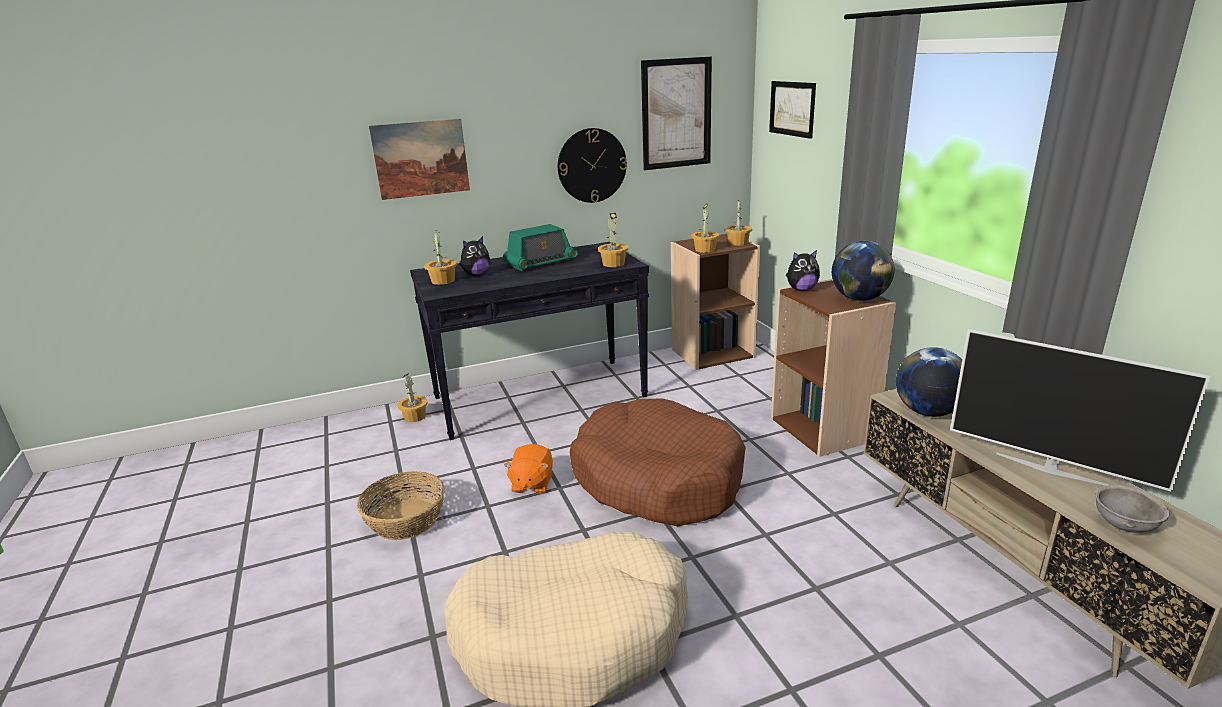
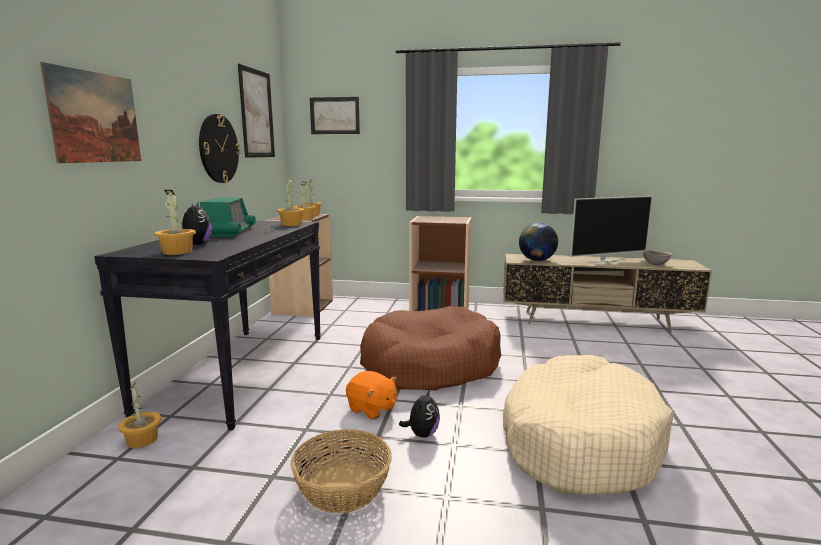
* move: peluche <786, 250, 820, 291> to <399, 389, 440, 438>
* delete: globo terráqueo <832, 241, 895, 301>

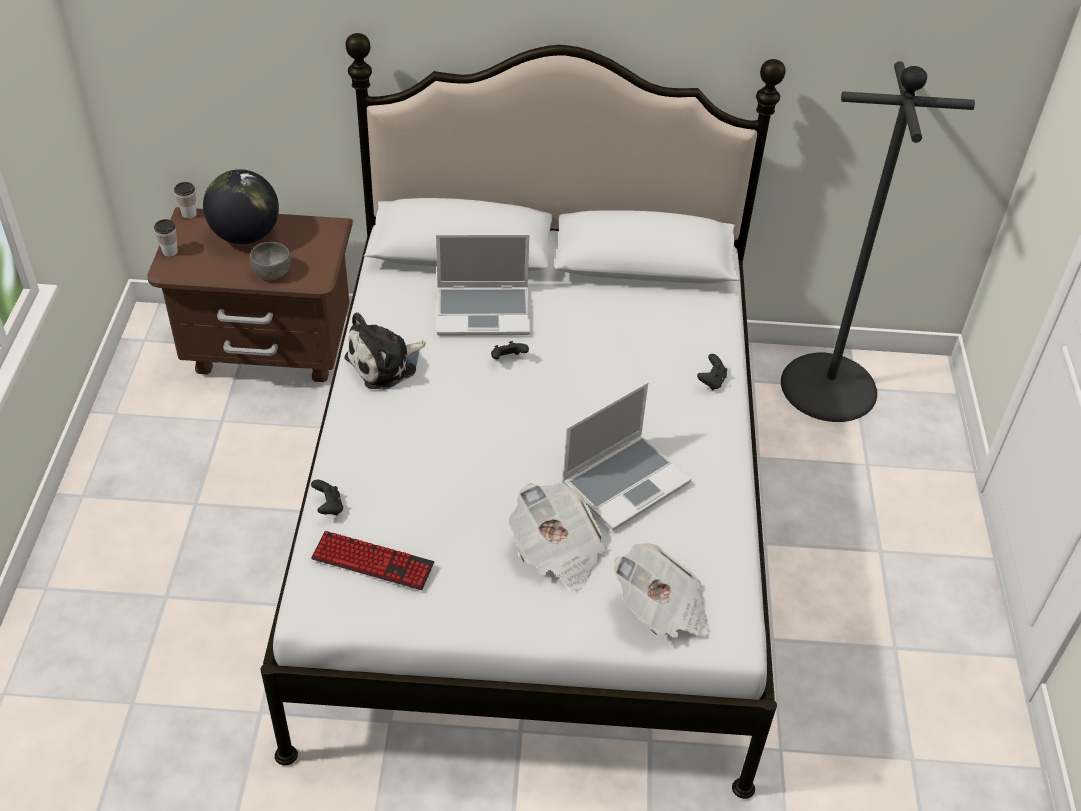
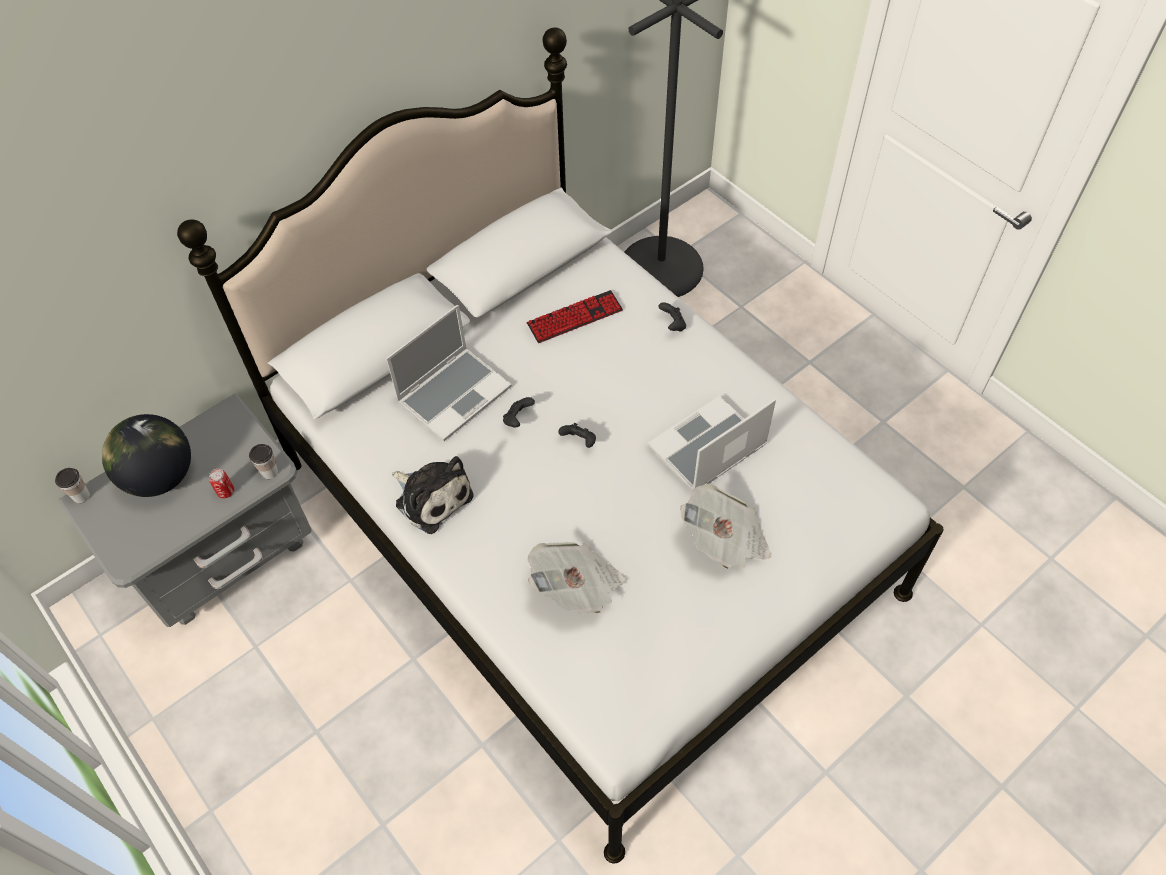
* recolor: mesita de noche/marrón <148, 207, 353, 382> to mesita de noche/gris <58, 393, 312, 627>
* replace: cuenco/gris <250, 242, 291, 280> to lata <209, 469, 234, 499>
* move: taza <154, 219, 178, 257> to <249, 444, 278, 479>
* rotate: peluche <344, 312, 426, 390> = <392, 456, 474, 534> 60 degrees counterclockwise
* move: teclado <311, 531, 434, 590> to <527, 290, 623, 343>
* move: periódico <614, 543, 710, 638> to <527, 542, 626, 614>
* move: mando de consola/negro <311, 480, 343, 515> to <558, 423, 596, 448>
* rotate: portátil <562, 382, 691, 530> = <648, 396, 776, 491> 135 degrees counterclockwise

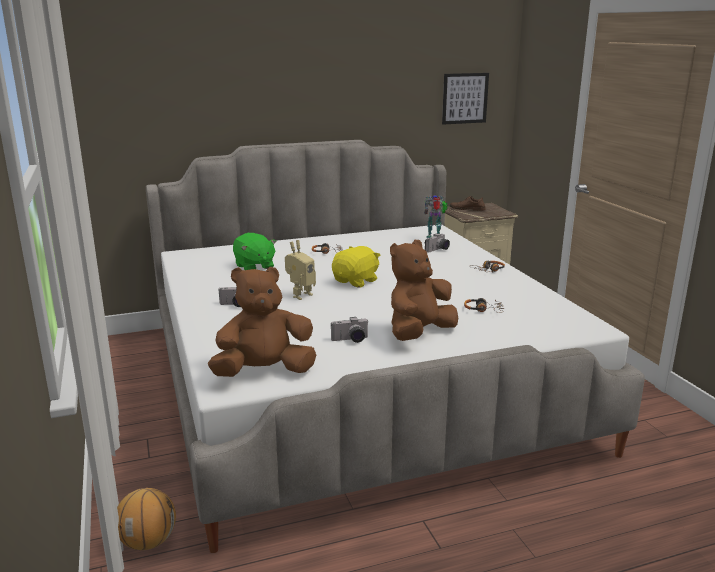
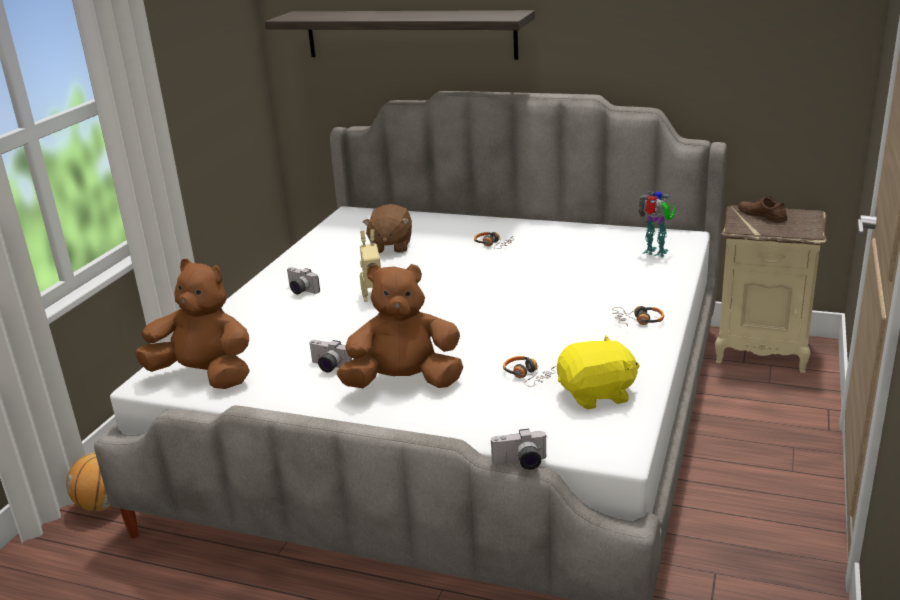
* insert: estante <265, 10, 535, 60>
* recolor: peluche/verde <233, 233, 276, 270> to peluche/marrón <363, 204, 412, 253>
* move: cámara <425, 233, 450, 253> to <490, 429, 548, 470>
* move: peluche/amarillo <332, 246, 380, 288> to <557, 335, 640, 410>
* delete: cuadro <442, 73, 489, 125>

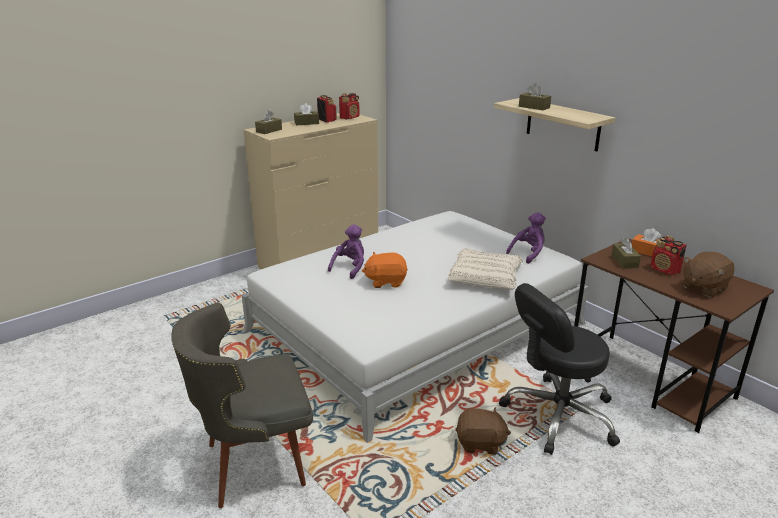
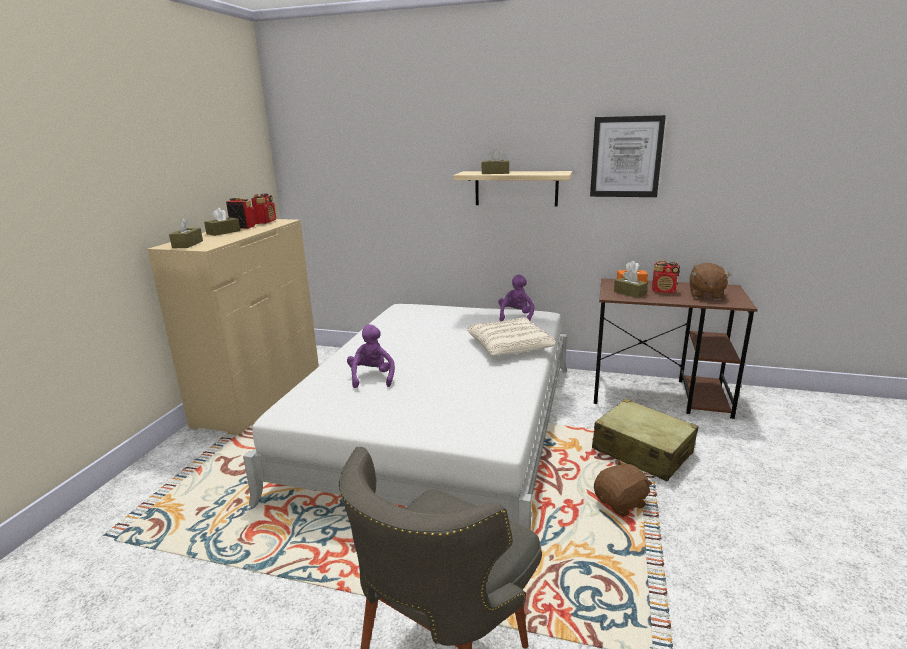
* insert: cuadro <590, 115, 666, 197>
* replace: silla de oficina/negro <499, 283, 620, 455> to maleta/beis <592, 399, 698, 481>
* delete: peluche/naranja <362, 252, 408, 288>

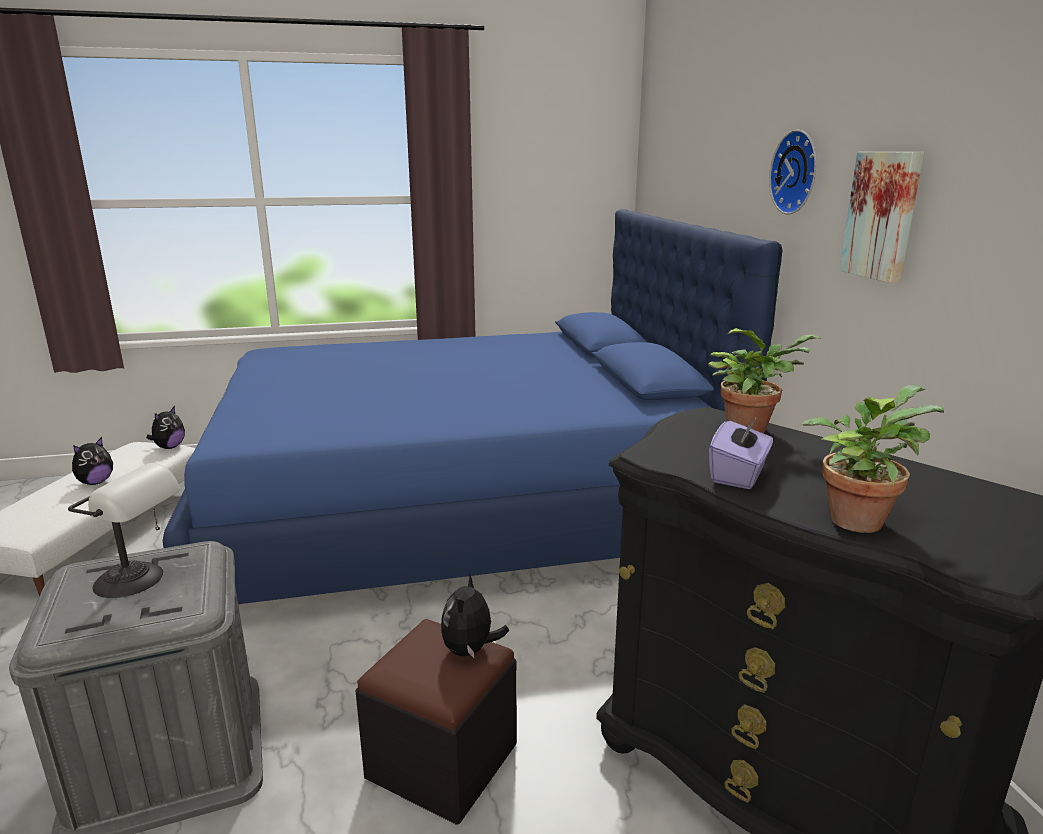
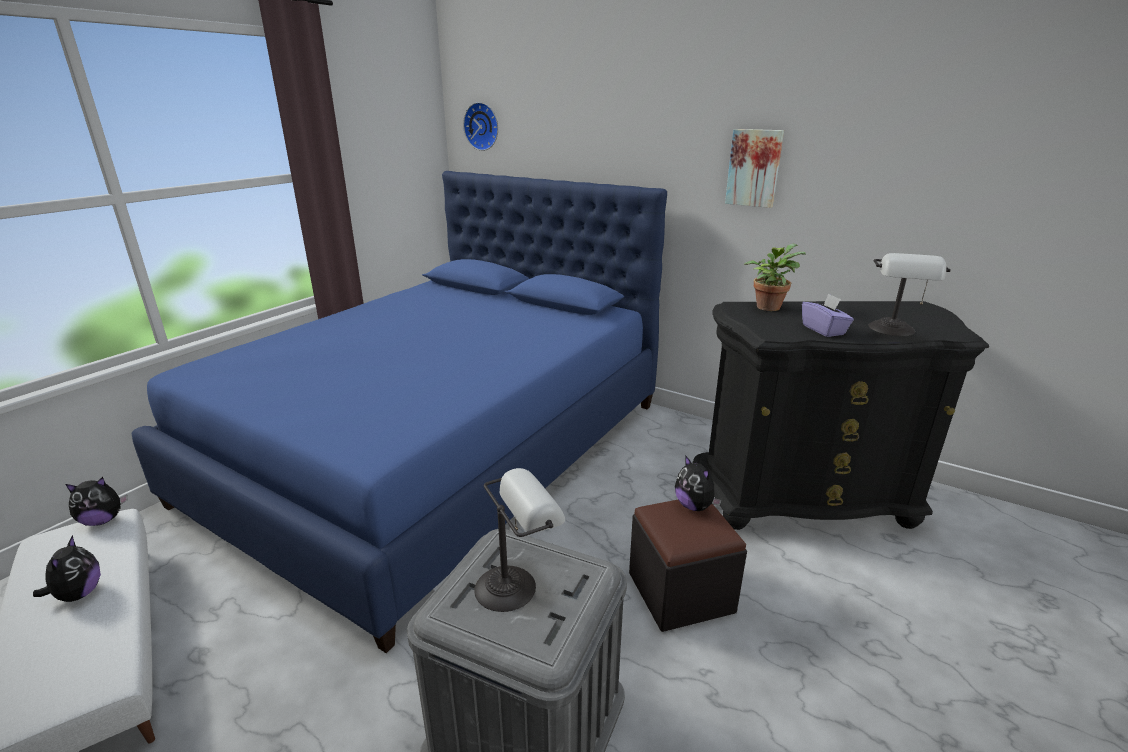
* rotate: peluche <147, 406, 185, 449> = <65, 477, 128, 526> 90 degrees clockwise
* move: reloj de pared <769, 130, 817, 215> to <463, 102, 498, 151>
* replace: planta en maceta <802, 384, 944, 533> to lámpara de mesa <869, 253, 951, 336>

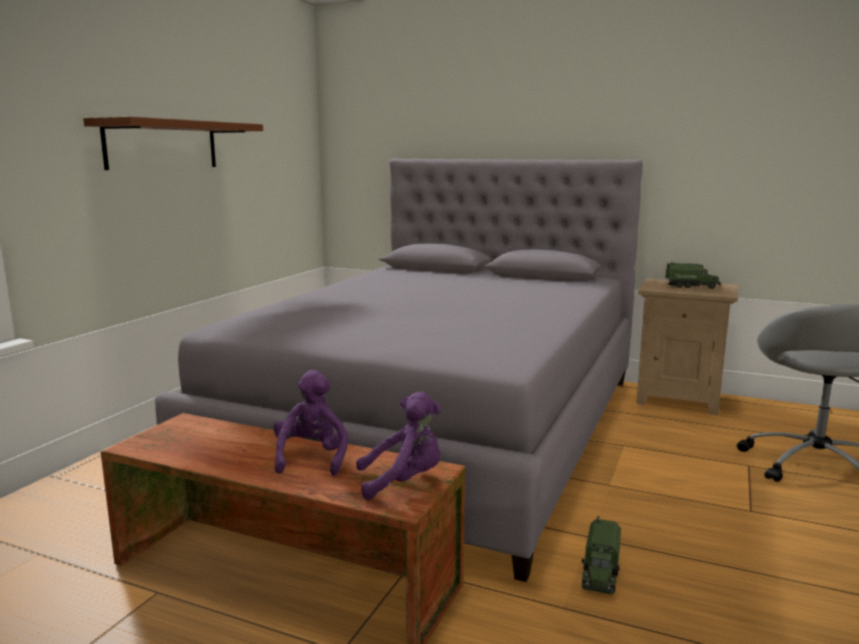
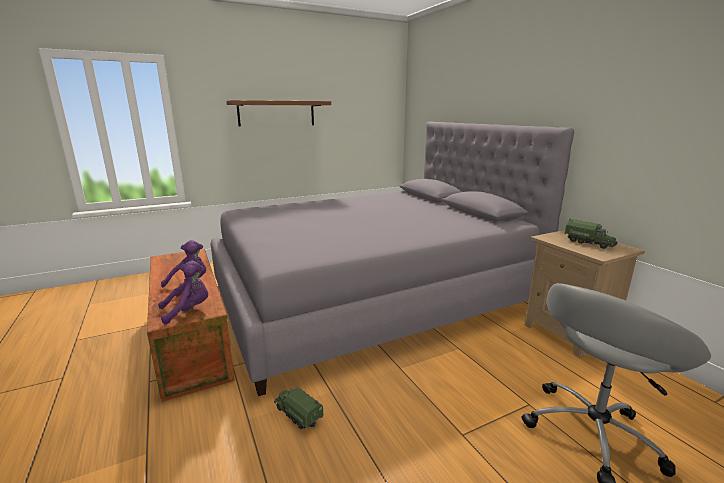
* rotate: peluche/morado <356, 392, 441, 500> = <158, 261, 208, 324> 60 degrees counterclockwise
* rotate: camión de juguete <582, 516, 621, 594> = <274, 388, 324, 429> 75 degrees clockwise

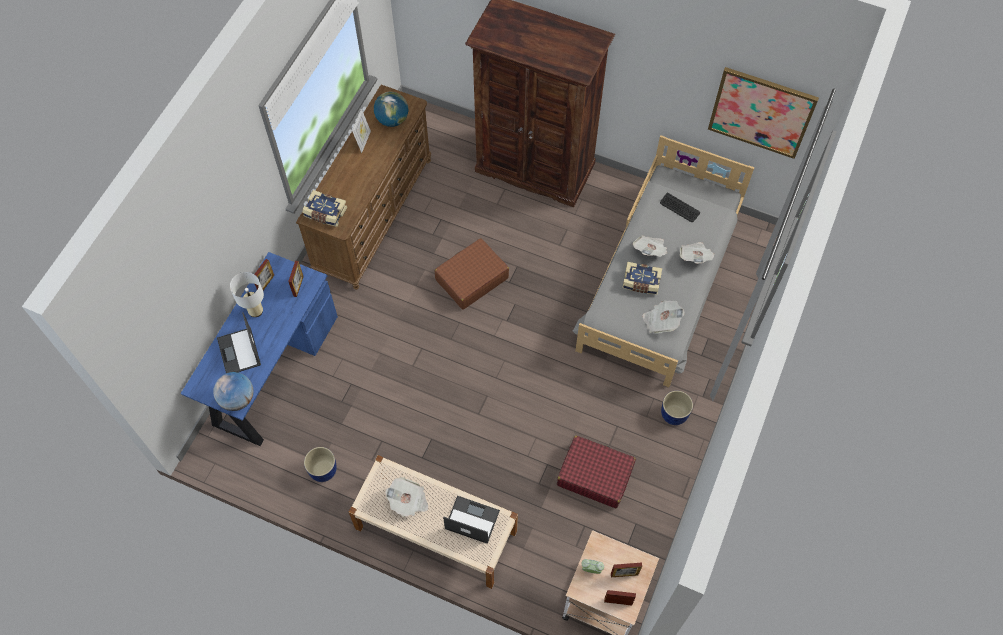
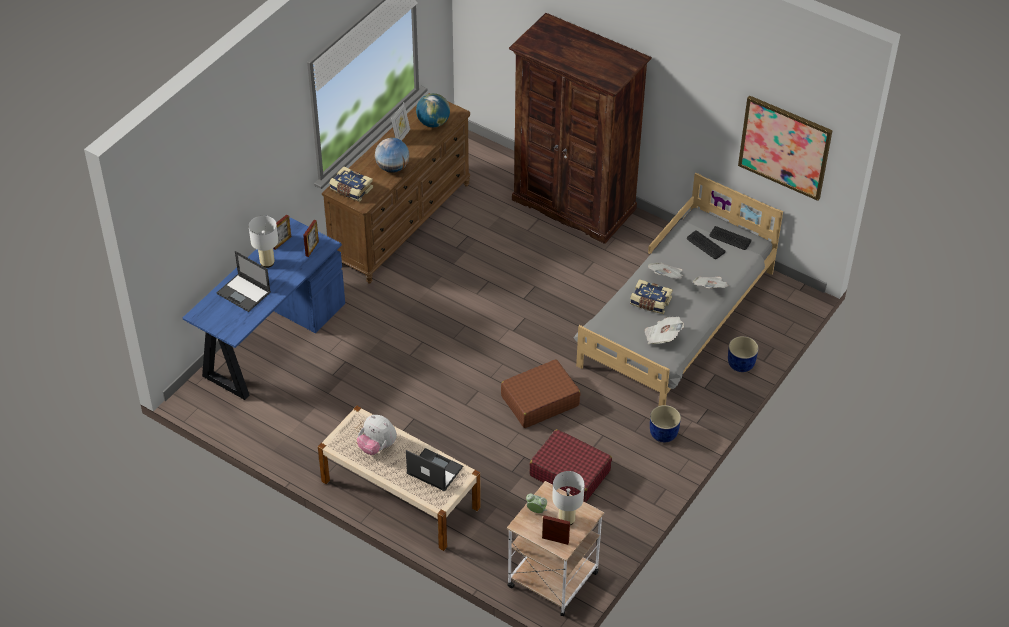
* rotate: portátil <217, 312, 261, 373> = <217, 251, 271, 312> 45 degrees counterclockwise
* replace: periódico <385, 477, 429, 517> to peluche <357, 415, 397, 455>
* move: globo terráqueo <213, 372, 253, 411> to <375, 138, 410, 173>
* move: maleta/marrón <435, 238, 509, 310> to <501, 359, 580, 428>
* replace: portarretratos <611, 563, 642, 577> to lámpara de mesa/blanco <552, 471, 584, 525>
* insert: teclado <710, 226, 751, 250>
* move: maceta/azul <304, 447, 337, 482> to <728, 336, 759, 372>

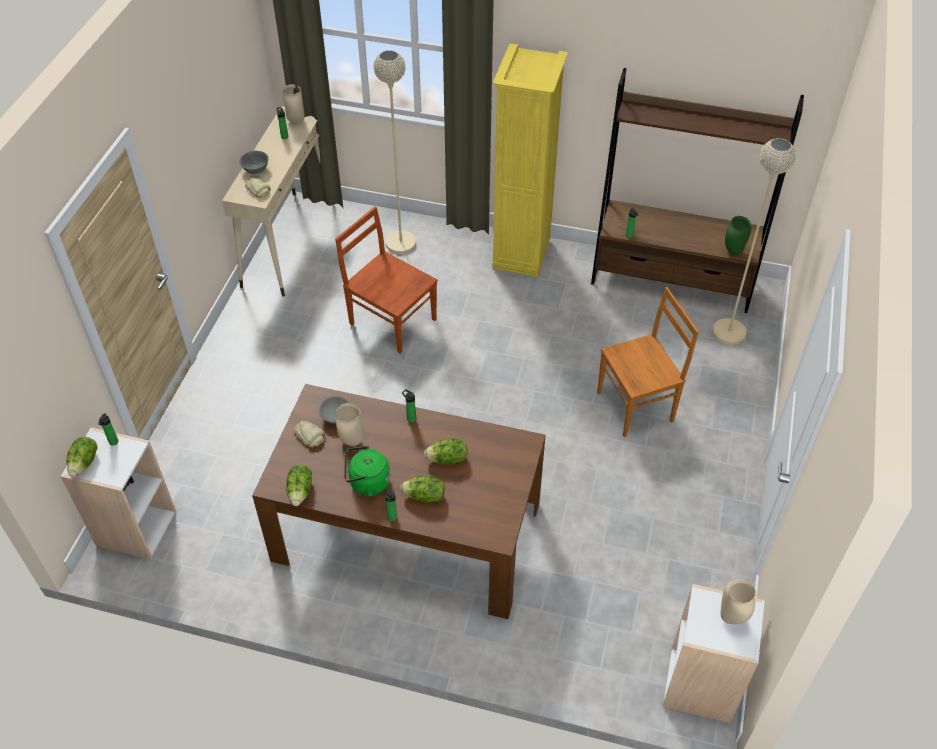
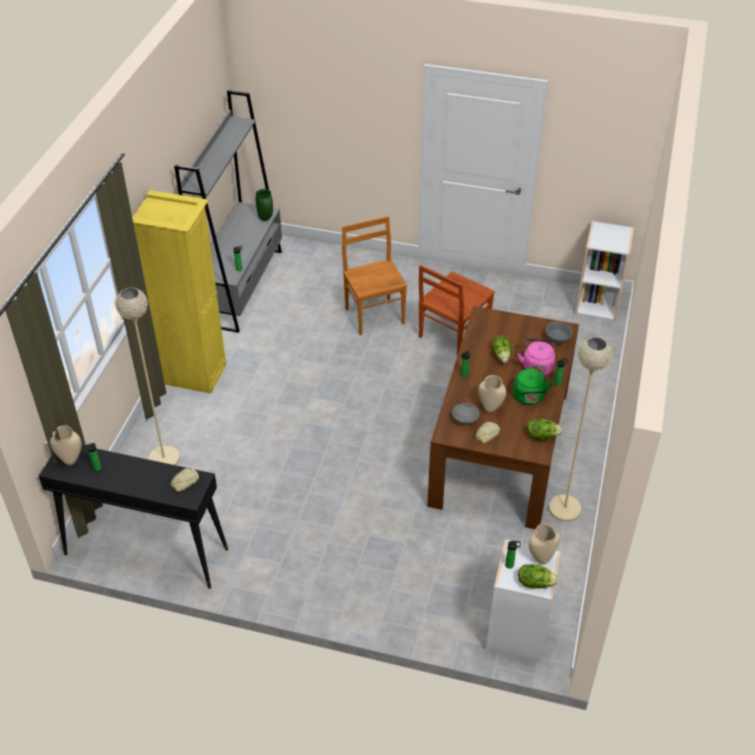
* recolor: mesa consola/beis <222, 106, 320, 297> to mesa consola/negro <39, 445, 228, 589>
* recolor: estantería/marrón <591, 68, 804, 313> to estantería/gris <174, 90, 282, 333>
* move: silla/marrón <335, 206, 438, 354> to <419, 265, 495, 356>
* replace: lechuga <400, 476, 445, 503> to hervidor/rosa <517, 339, 555, 376>
* move: florero/beis <721, 580, 756, 624> to <529, 523, 560, 564>
* move: cuenco/gris <239, 151, 269, 174> to <545, 322, 573, 344>
* move: lámpara de pie/beis <713, 138, 796, 345> to <549, 337, 612, 522>

